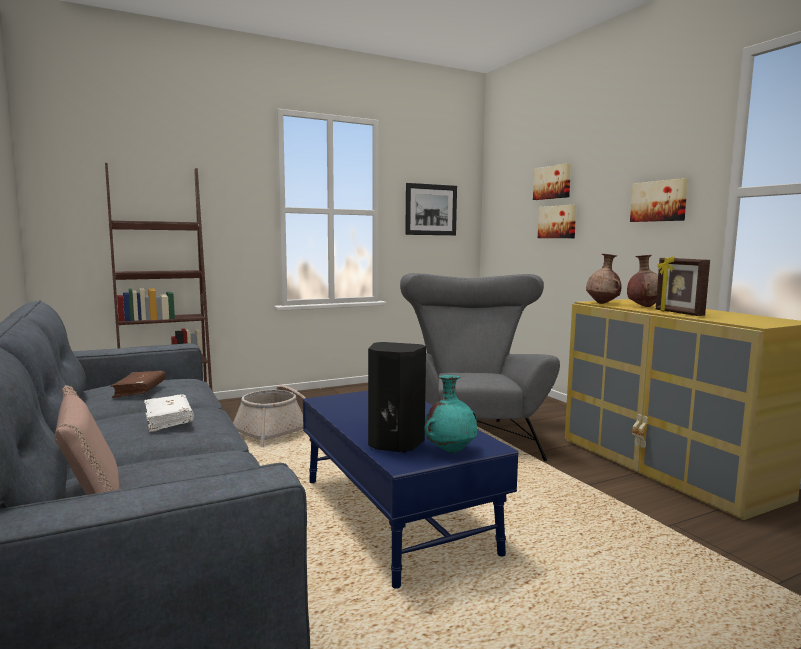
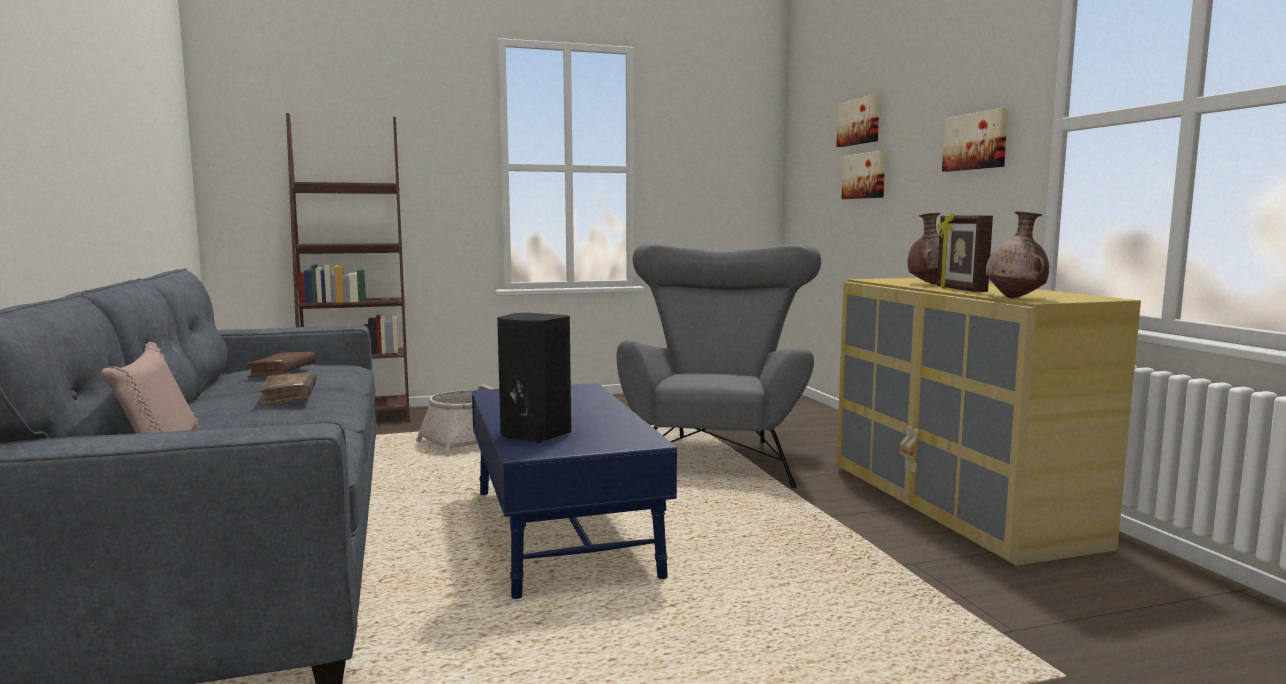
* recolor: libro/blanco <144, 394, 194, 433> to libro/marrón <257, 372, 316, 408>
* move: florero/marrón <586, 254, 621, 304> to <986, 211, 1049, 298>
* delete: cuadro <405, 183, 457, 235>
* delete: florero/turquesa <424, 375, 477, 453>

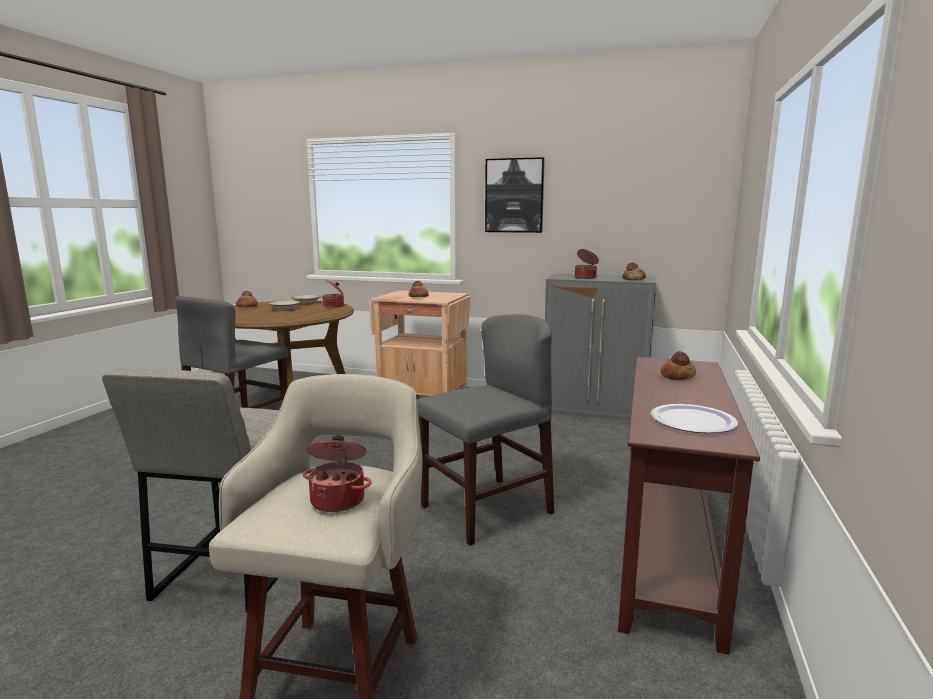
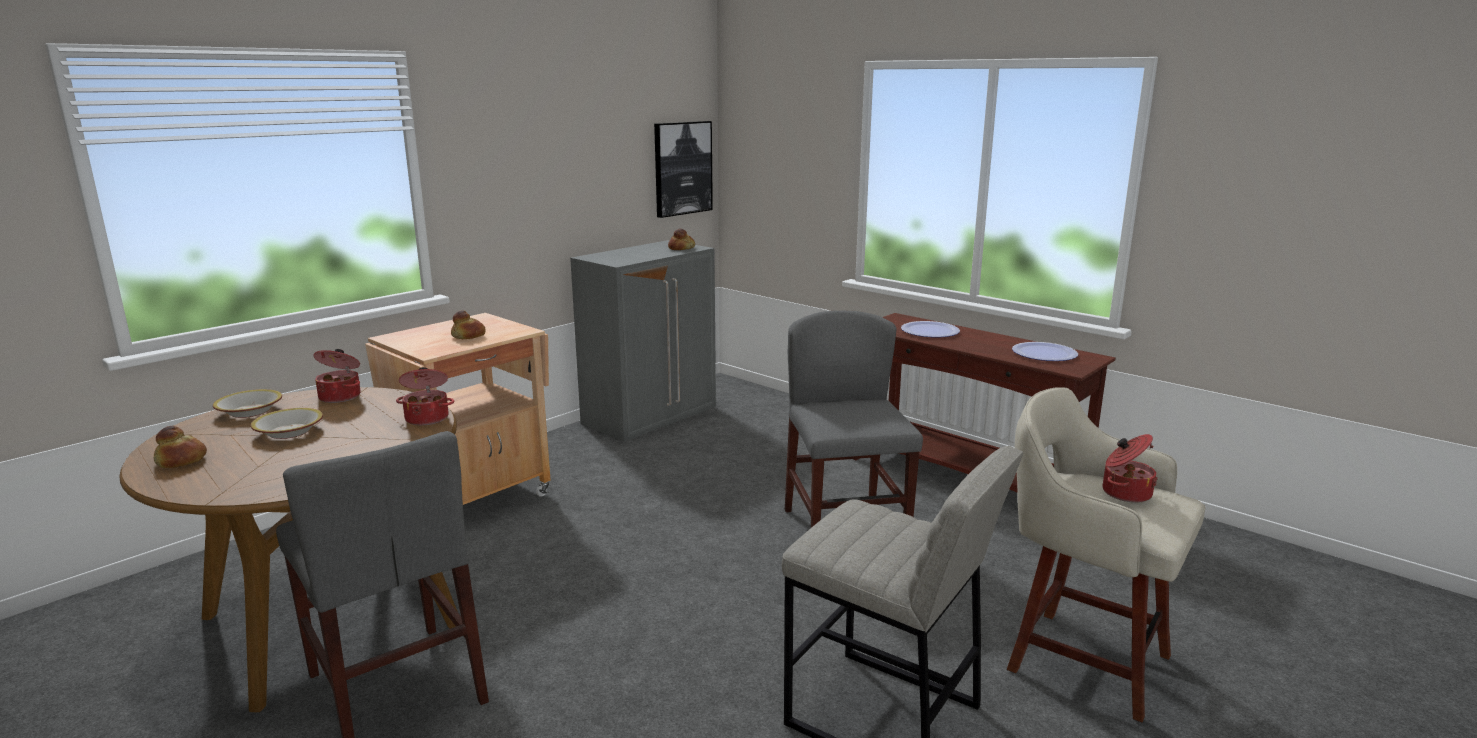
* move: olla <575, 249, 599, 279> to <396, 367, 454, 425>
* move: cuadro <485, 157, 545, 233> to <654, 121, 713, 218>
* replace: pan <660, 351, 696, 380> to plato <901, 321, 960, 337>

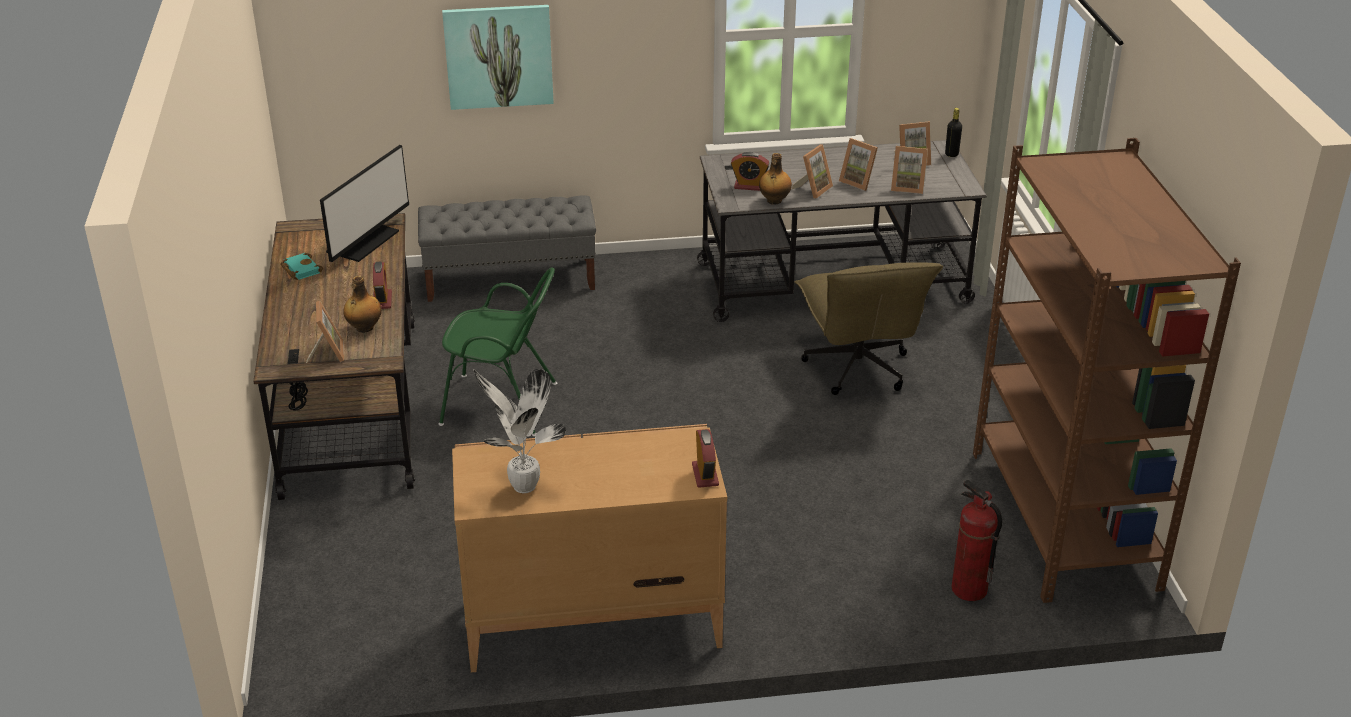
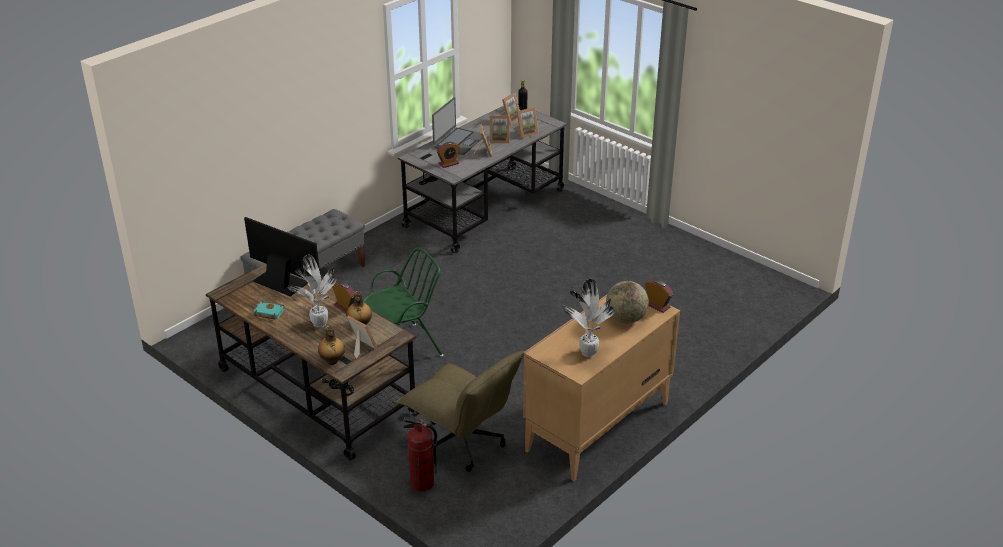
* rotate: monitor <320, 145, 409, 262> = <244, 217, 320, 296> 45 degrees counterclockwise
* insert: planta en maceta <288, 254, 336, 328>
* move: botella <759, 153, 792, 205> to <318, 326, 345, 365>
* move: silla de oficina/beis <794, 262, 943, 395> to <396, 350, 525, 472>
* move: extintor <952, 480, 1002, 601> to <403, 417, 437, 492>
* insert: portátil <432, 97, 482, 155>
* insert: globo terráqueo <606, 281, 649, 323>
* delete: cuadro <442, 5, 554, 110>
* delete: estantería/marrón <973, 138, 1241, 603>

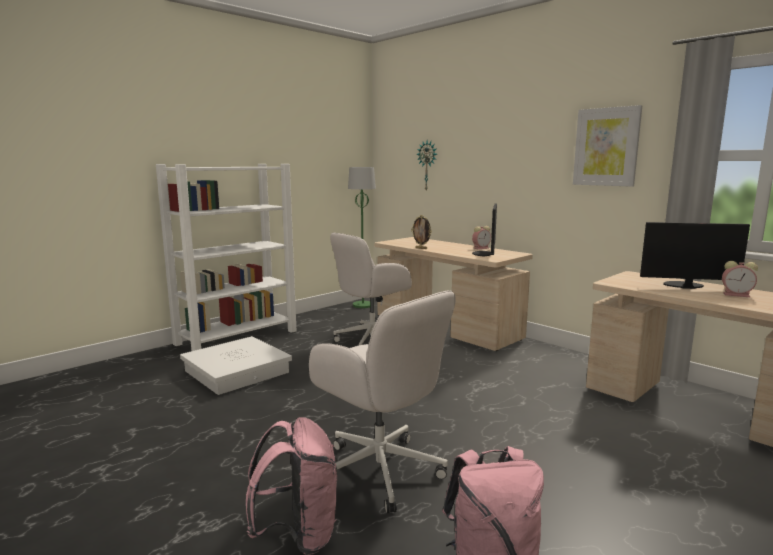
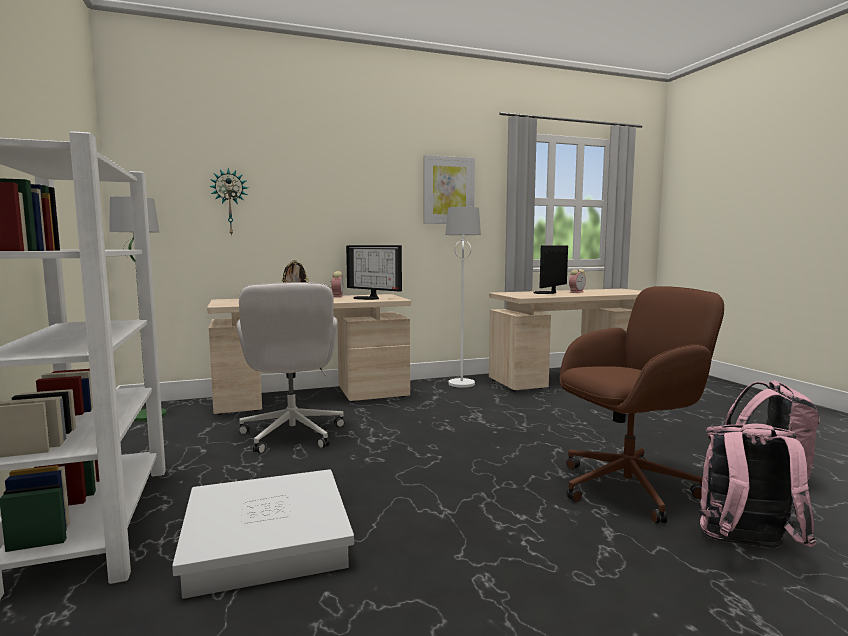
* insert: lámpara de pie/blanco <446, 207, 481, 388>
* recolor: silla de oficina/blanco <309, 291, 456, 513> to silla de oficina/marrón <559, 286, 724, 524>

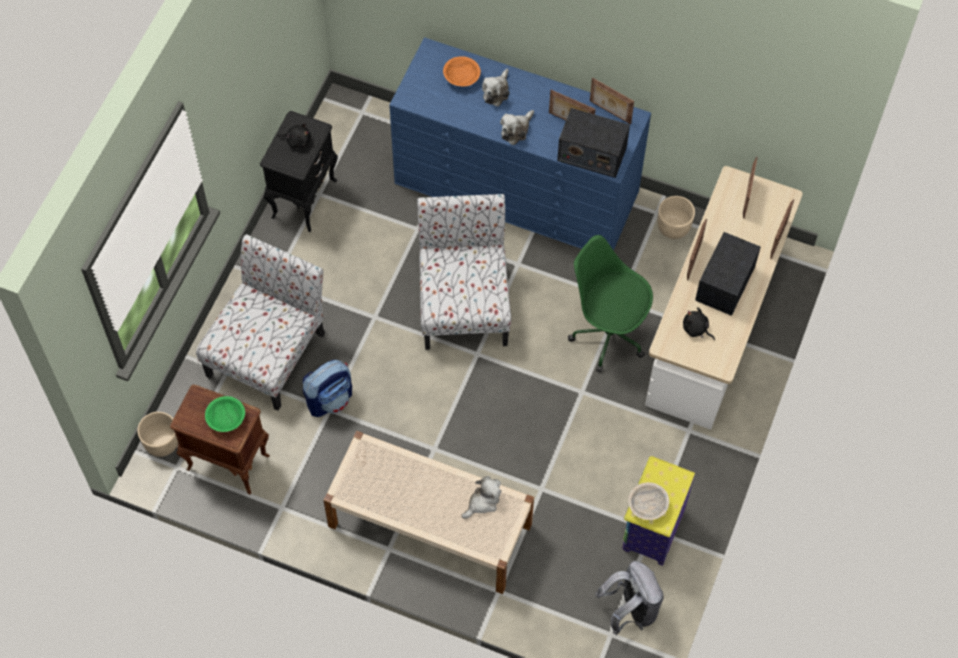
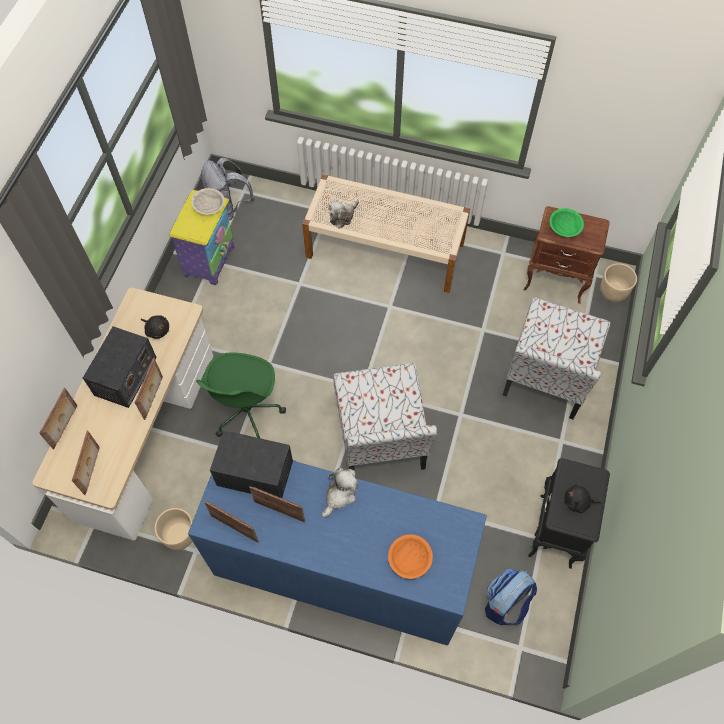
* rotate: silla de oficina/verde <568, 235, 653, 372> = <196, 353, 286, 438> 75 degrees clockwise
* move: mochila <303, 360, 352, 417> to <485, 569, 537, 625>
* delete: peluche <482, 69, 510, 106>

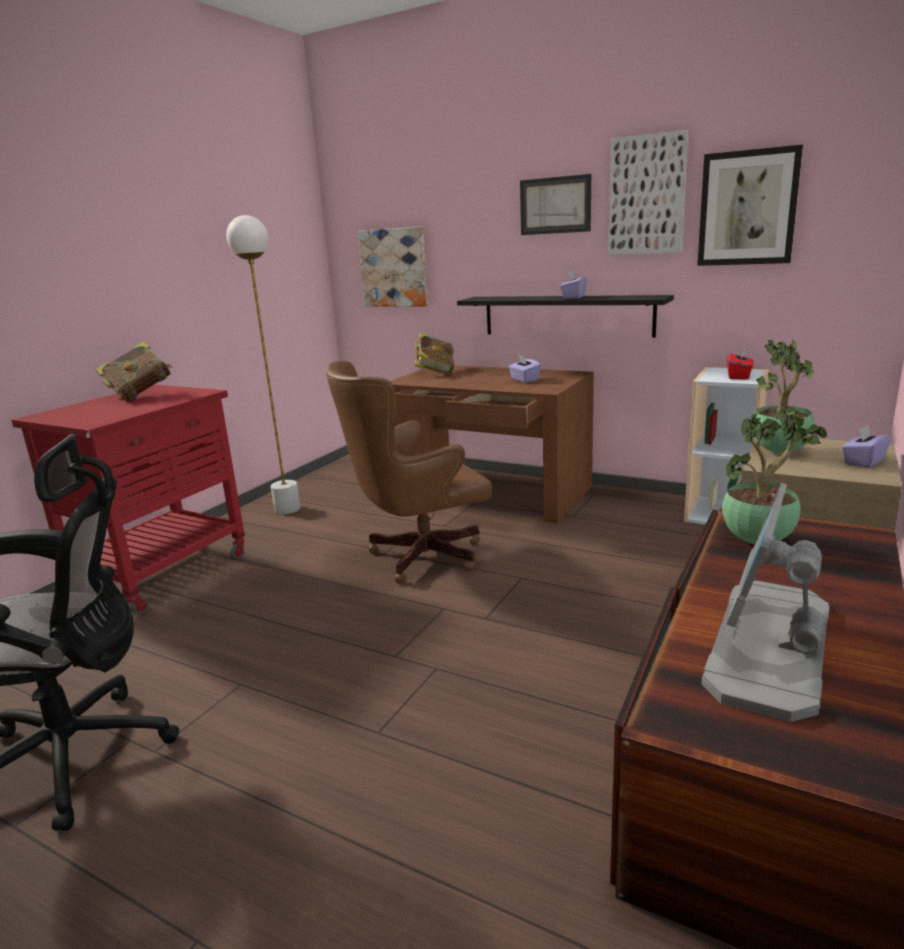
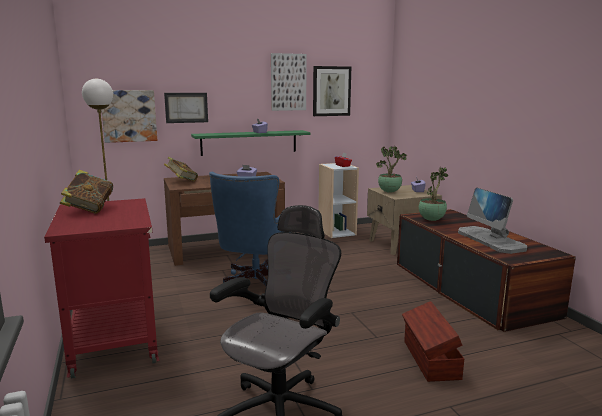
* move: cuadro <520, 174, 591, 235> to <164, 93, 208, 123>
* recolor: estante/negro <457, 295, 674, 338> to estante/verde <191, 130, 310, 156>
* recolor: silla de oficina/marrón <326, 361, 492, 584> to silla de oficina/azul <209, 172, 282, 287>
* insert: caja de almacenaje/marrón <402, 301, 464, 382>

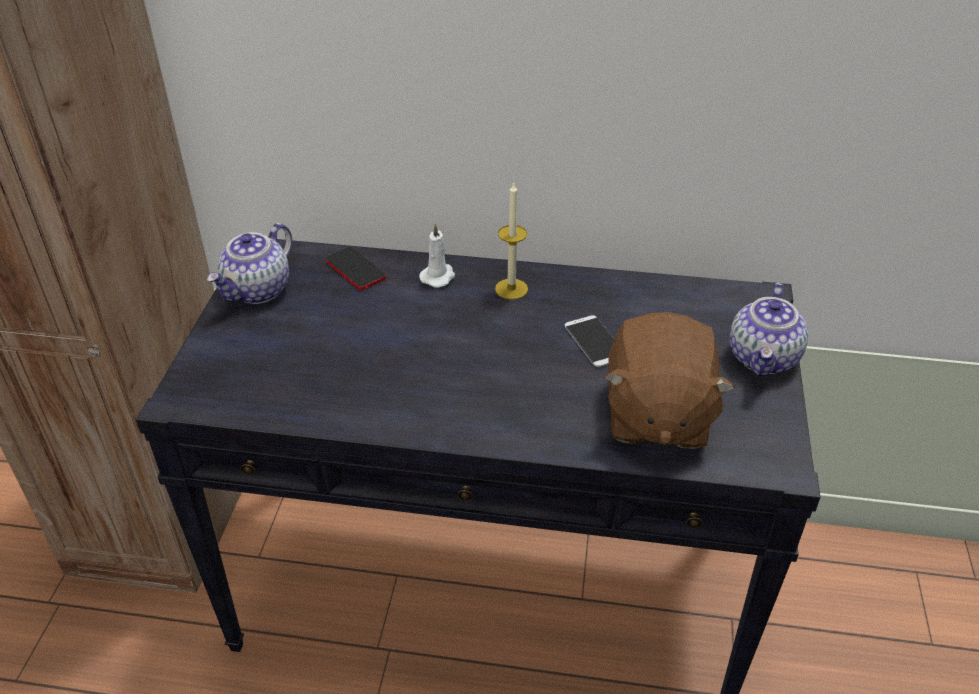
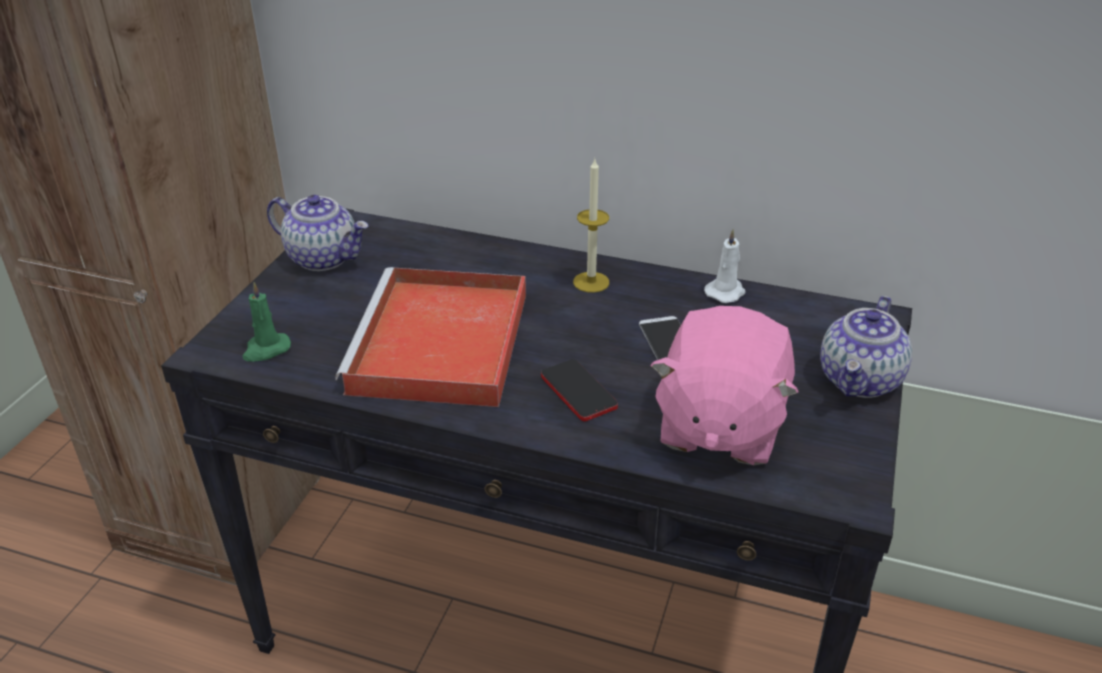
* insert: vela/verde <242, 282, 291, 362>
* rotate: tetera <207, 223, 292, 304> = <267, 195, 368, 271> 105 degrees counterclockwise
* insert: bandeja/rojo <335, 267, 526, 407>
* move: móvil <325, 247, 386, 290> to <541, 359, 618, 421>
* recolor: peluche/marrón <605, 312, 735, 449> to peluche/rosa <650, 306, 799, 465>
* move: vela/blanco <419, 223, 455, 288> to <704, 229, 746, 303>

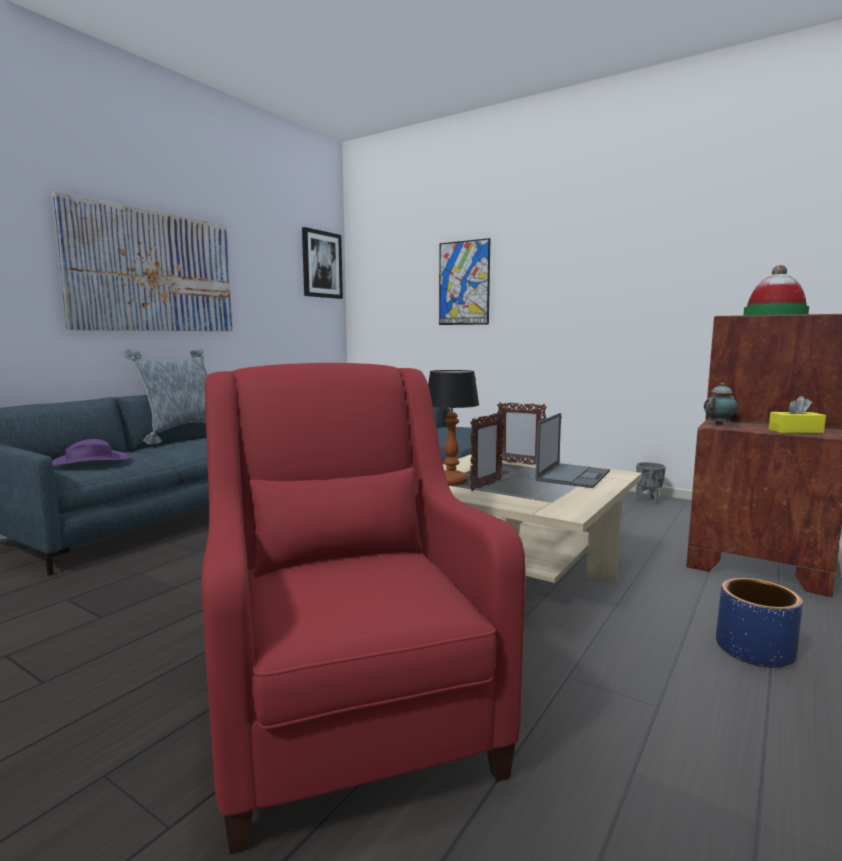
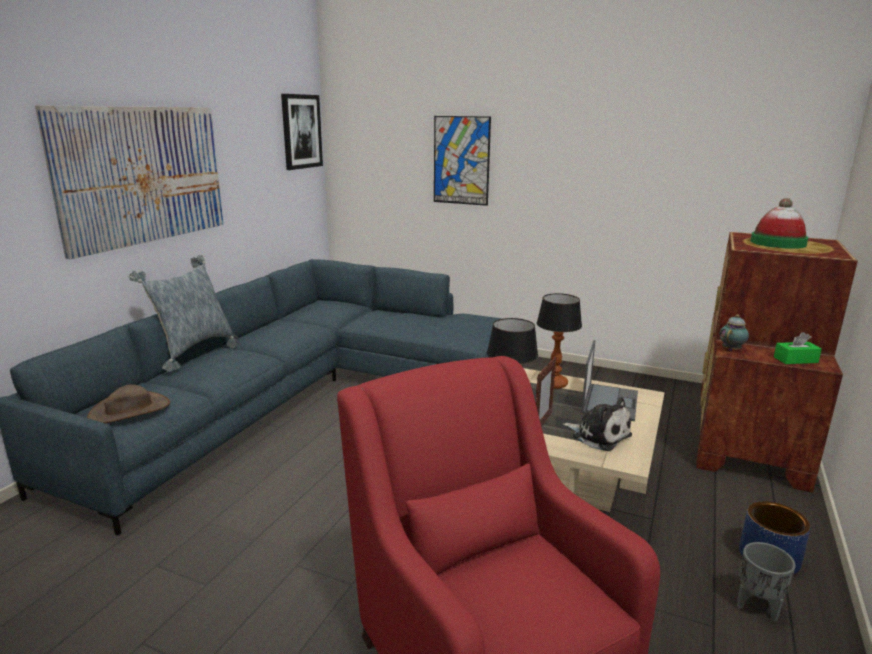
* recolor: sombrero/morado <52, 439, 131, 466> to sombrero/marrón <87, 385, 170, 423>
* replace: portarretratos <497, 402, 547, 465> to lámpara de mesa <536, 293, 582, 389>
* insert: peluche <563, 397, 632, 451>
* move: maceta/gris <636, 462, 666, 504> to <737, 542, 796, 622>
* recolor: caja de pañuelos/amarillo <769, 396, 826, 434> to caja de pañuelos/verde <774, 332, 822, 364>

